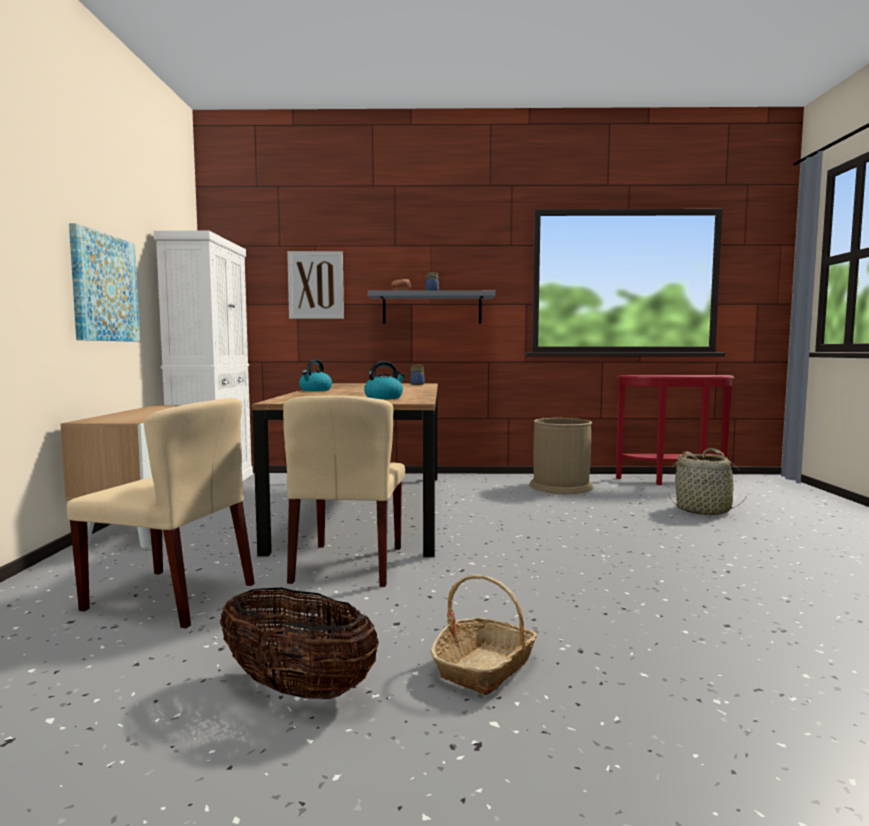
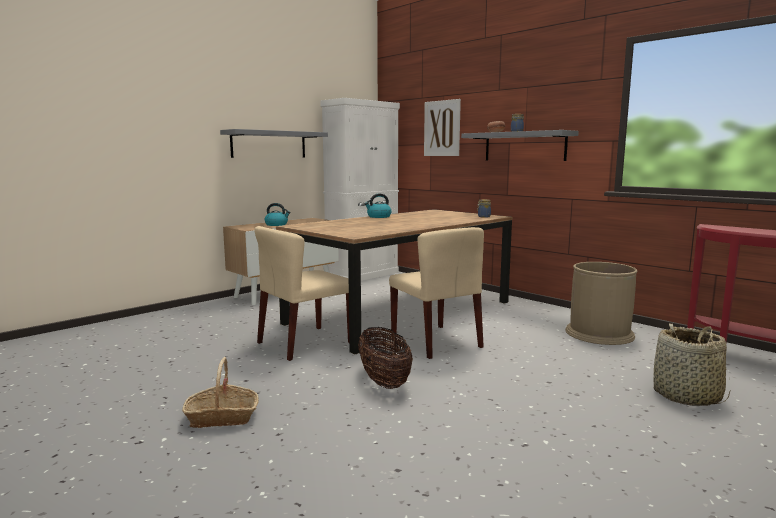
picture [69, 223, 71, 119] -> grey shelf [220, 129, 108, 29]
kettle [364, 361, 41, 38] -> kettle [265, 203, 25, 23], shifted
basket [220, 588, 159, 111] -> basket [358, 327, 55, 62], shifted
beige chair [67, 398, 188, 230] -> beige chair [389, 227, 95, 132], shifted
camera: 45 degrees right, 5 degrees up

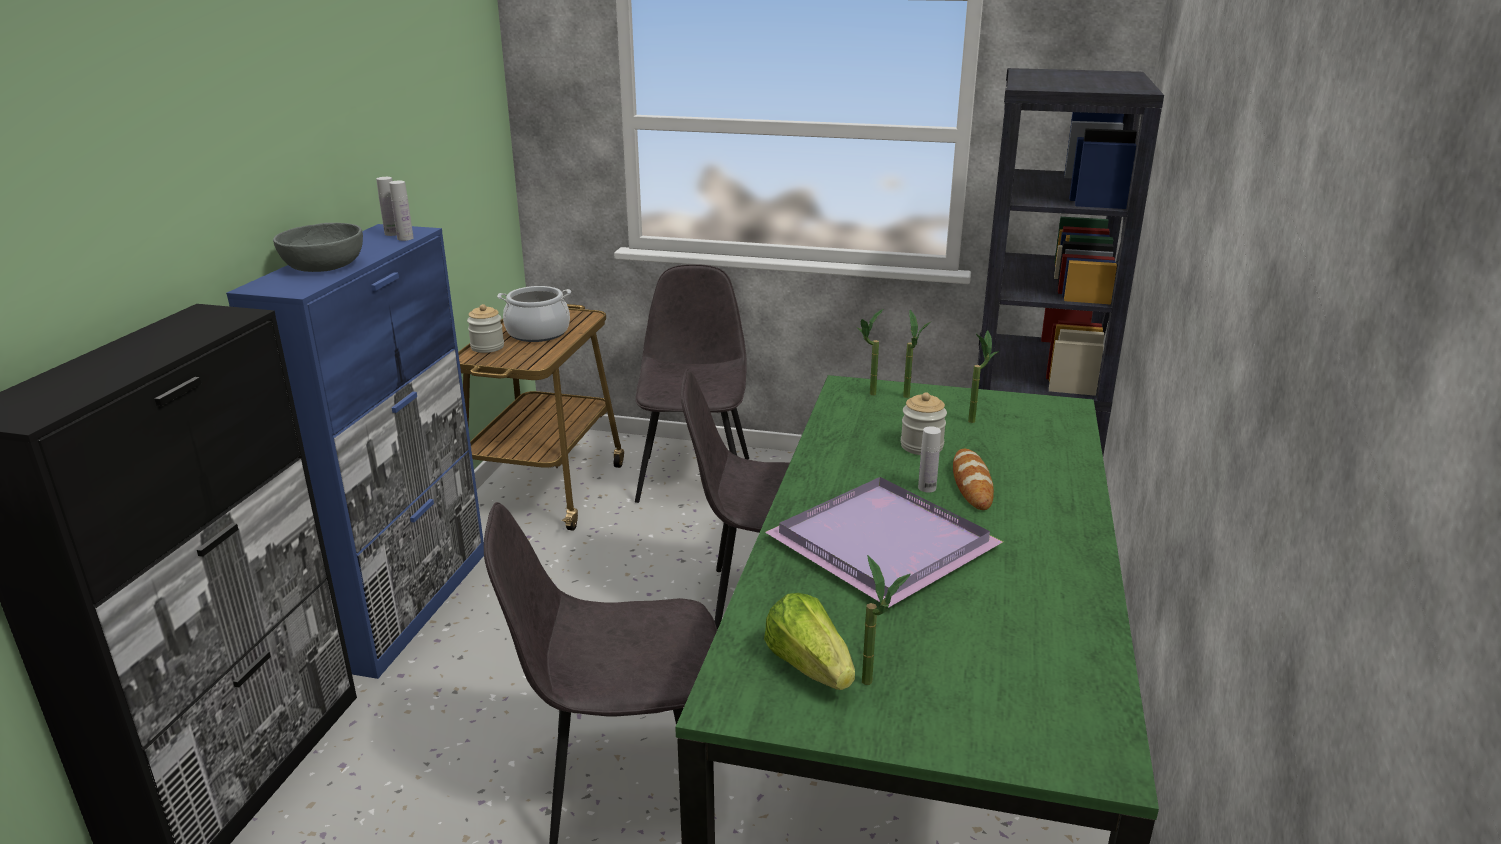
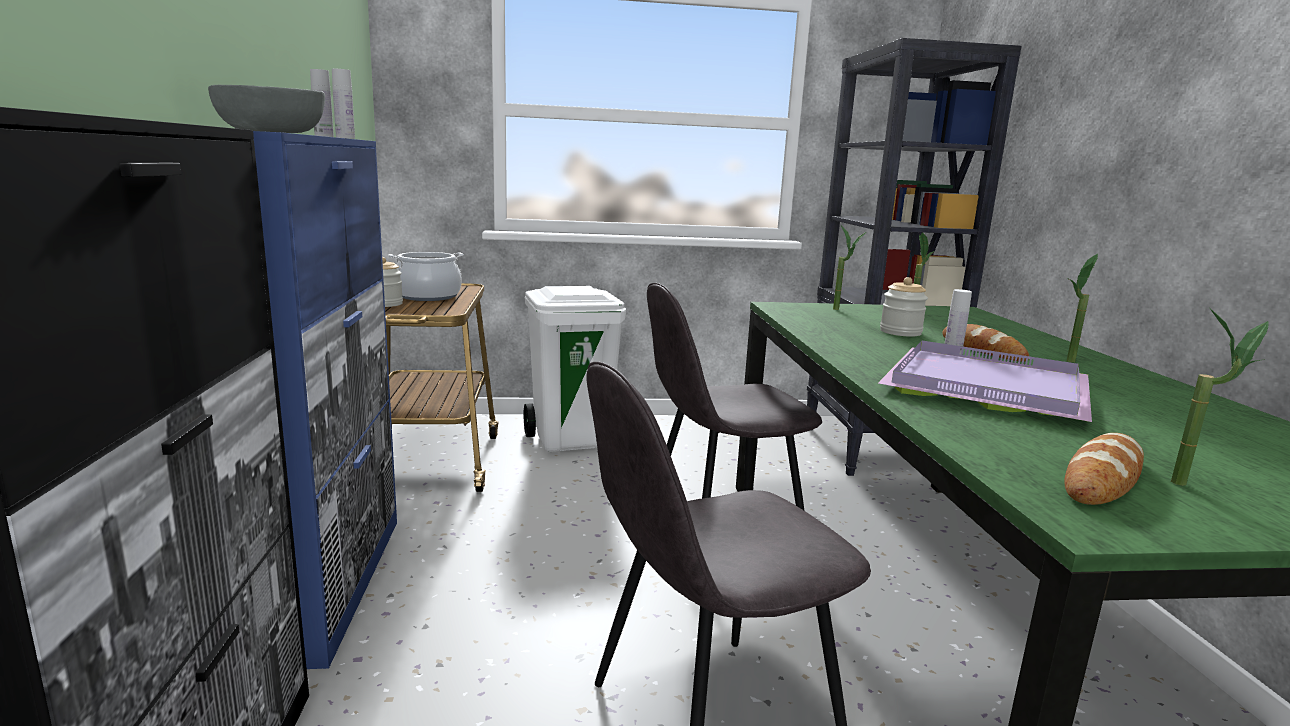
grey chair [635, 264, 114, 239] -> white trash can [524, 286, 102, 166]
lettuce [764, 593, 91, 97] -> bread [1064, 433, 80, 72]
potted plant [856, 309, 27, 86] -> potted plant [1067, 254, 31, 108], shifted
camera: 20 degrees left, 10 degrees down

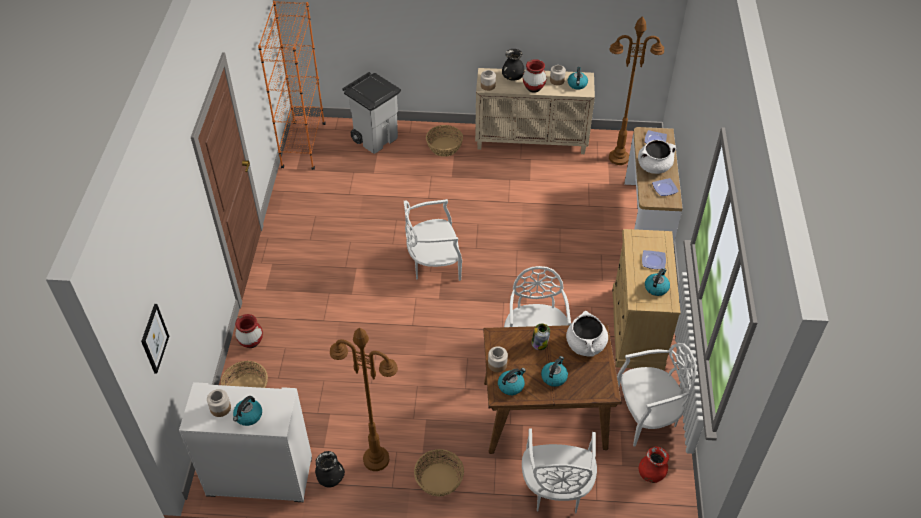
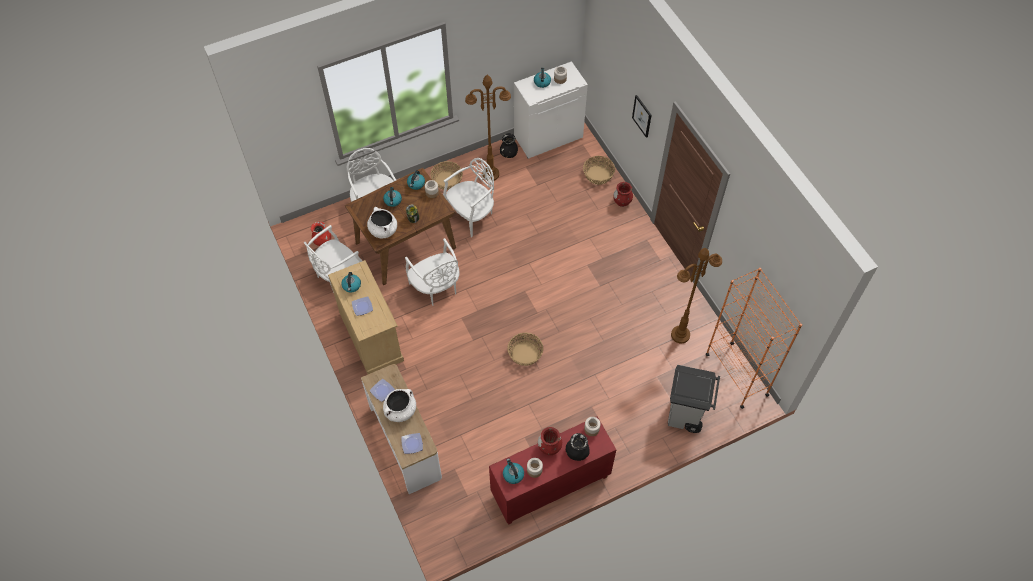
white chair [404, 199, 58, 82] -> white chair [443, 158, 51, 79], shifted
beige cabinet [475, 68, 120, 86] -> red cabinet [489, 416, 128, 109]
basket [426, 125, 37, 32] -> basket [508, 332, 35, 34], shifted
picture [141, 304, 28, 70] -> picture [632, 95, 20, 43], shifted
brown floor lamp [609, 16, 55, 149] -> brown floor lamp [671, 248, 51, 95], shifted
camera: 150 degrees right, 10 degrees up

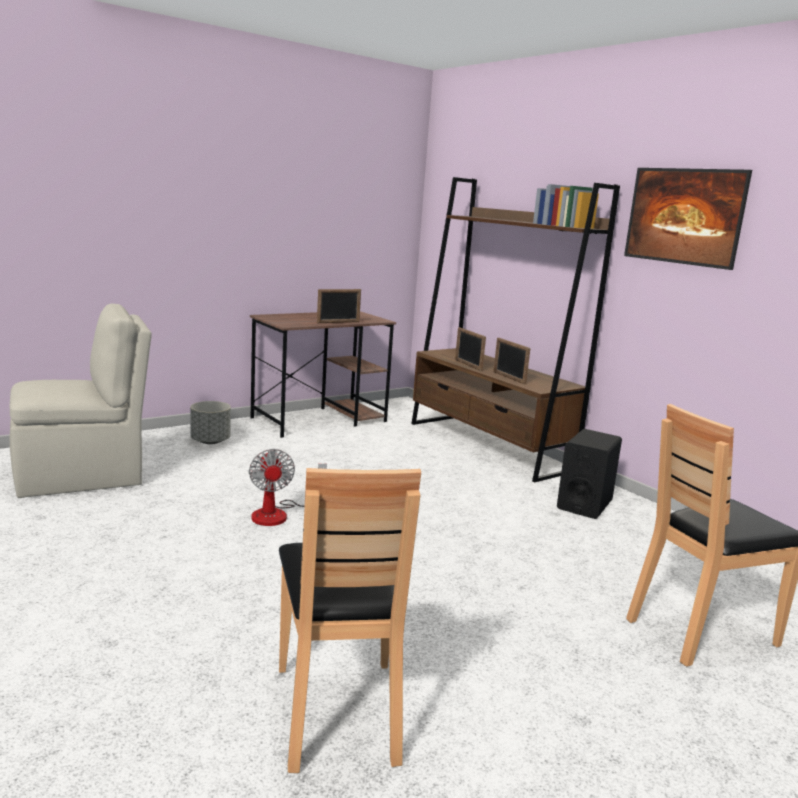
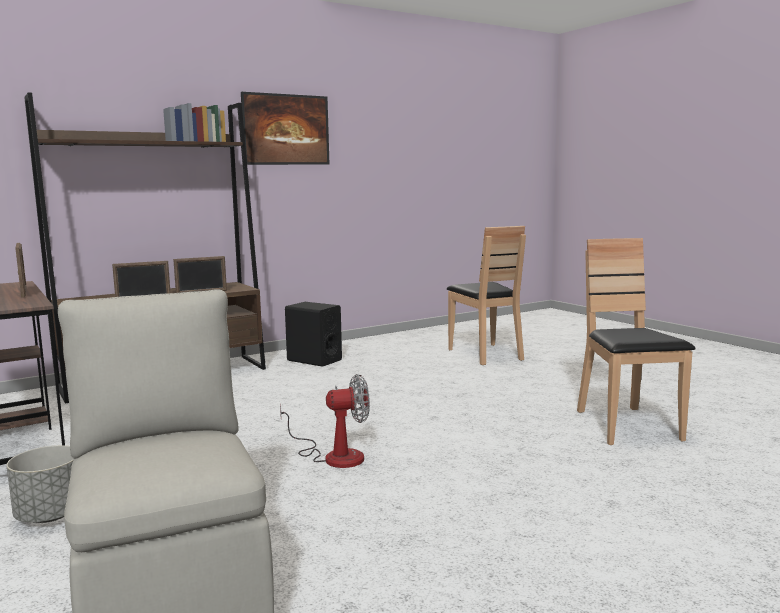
brown chair [279, 468, 142, 305] -> brown chair [577, 238, 118, 207], 90 degrees counterclockwise
camera: 85 degrees left, 5 degrees down

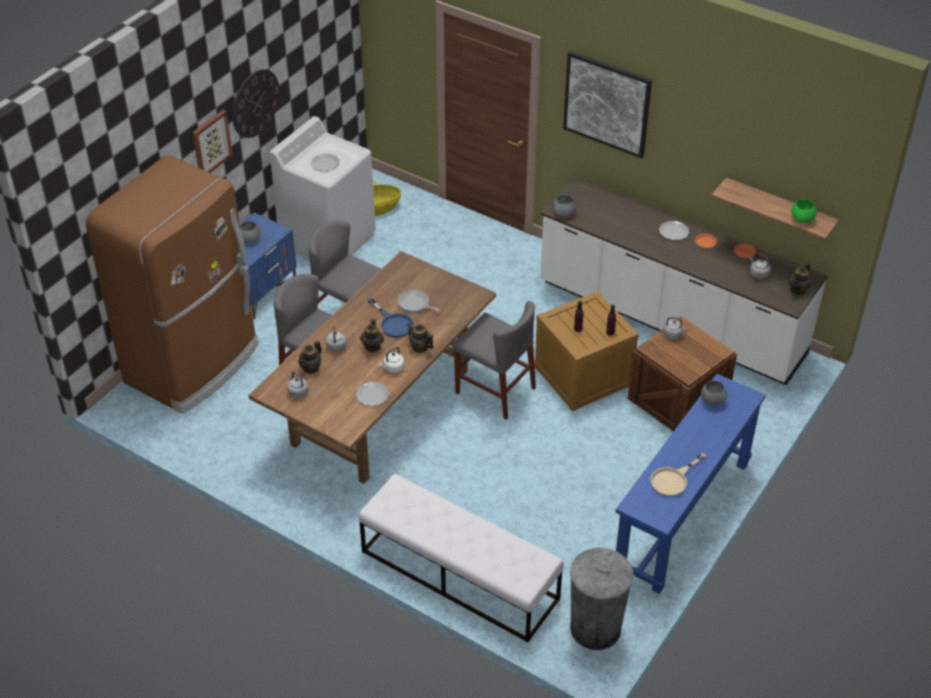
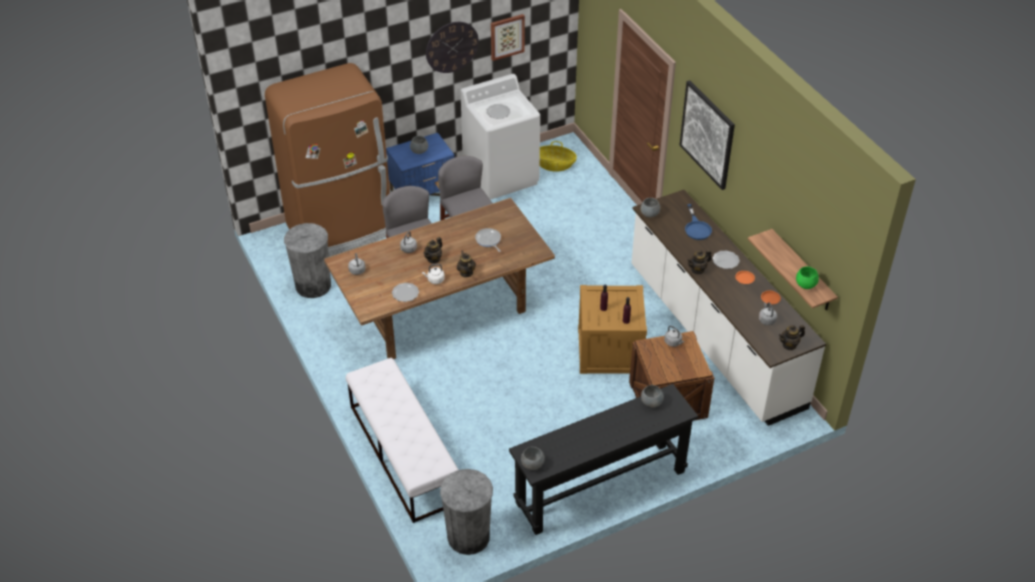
none -> grey trash can [284, 223, 47, 75]
picture [192, 110, 41, 63] -> picture [491, 14, 34, 47], shifted
blue console table [615, 374, 151, 220] -> black console table [509, 384, 189, 151]
none -> grey bowl [521, 447, 24, 23]
blue frying pan [368, 298, 46, 40] -> blue frying pan [685, 204, 27, 36], shifted
teapot [298, 341, 24, 33] -> teapot [687, 250, 25, 25], shifted
grey chair [453, 301, 83, 118] -> none
beige frying pan [651, 453, 55, 43] -> none
camera: 30 degrees right, 0 degrees up

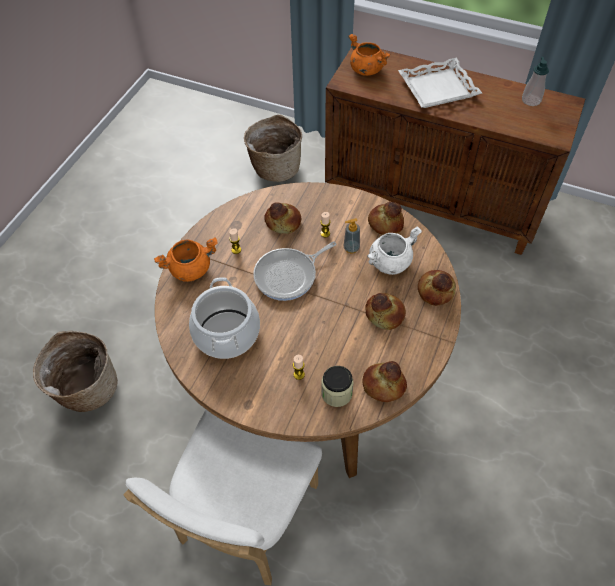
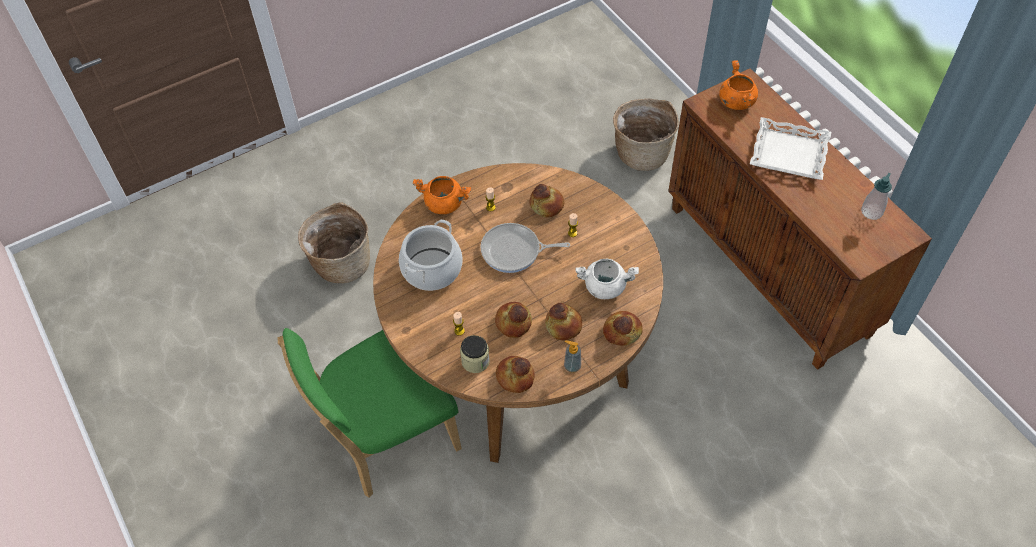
white chair [123, 410, 199, 175] -> green chair [278, 328, 184, 170]
bread [368, 202, 36, 33] -> bread [495, 302, 37, 36], shifted
soap dispenser [343, 218, 17, 35] -> soap dispenser [564, 340, 17, 33], shifted
camera: 35 degrees right, 0 degrees up

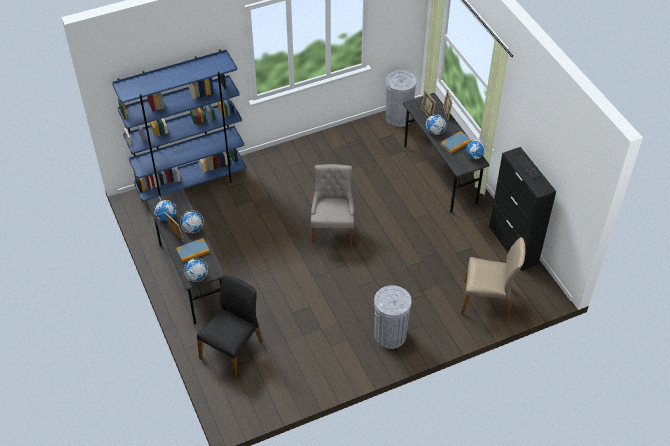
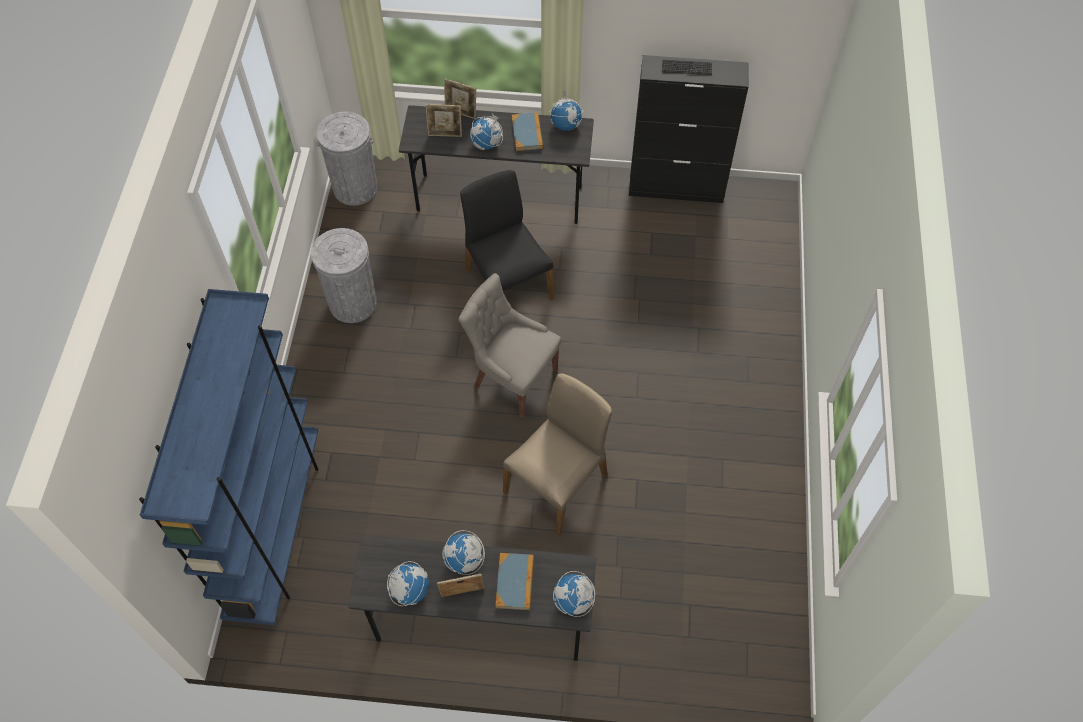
grey trash can [374, 285, 38, 64] -> grey trash can [311, 228, 66, 95], shifted
black chair [197, 275, 66, 104] -> black chair [460, 170, 94, 130], shifted
beige chair [461, 237, 64, 82] -> beige chair [503, 373, 109, 162], shifted
camera: 60 degrees left, 10 degrees up

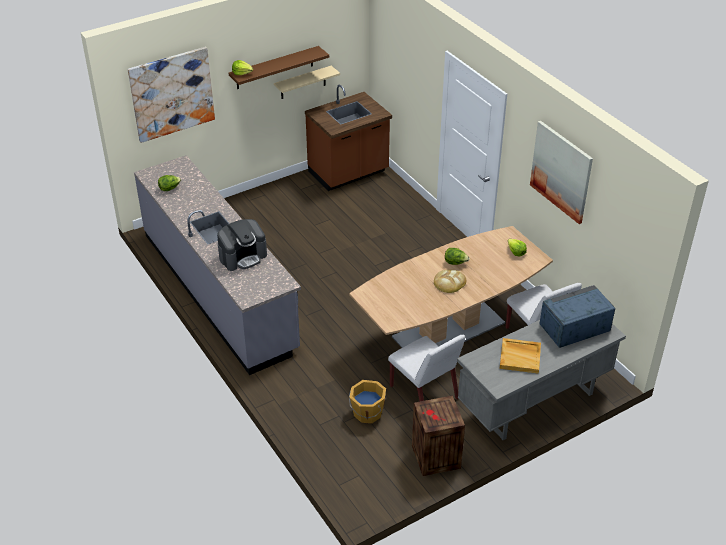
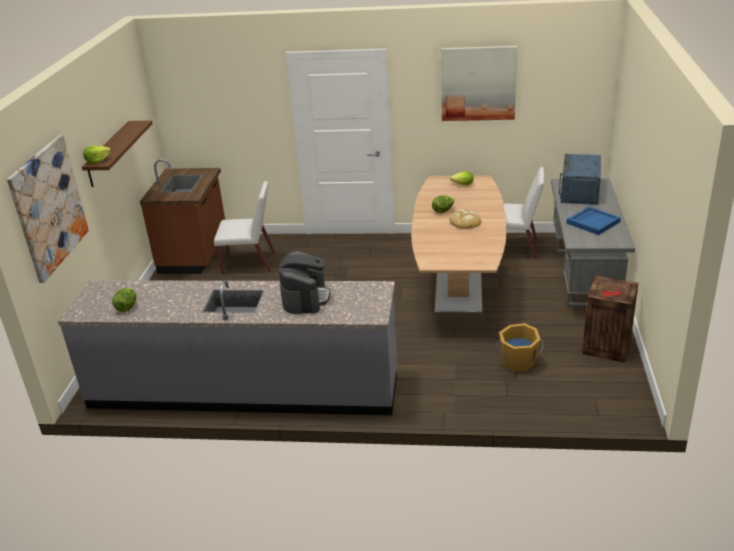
white chair [388, 334, 77, 67] -> white chair [214, 181, 61, 93], shifted
beige tray [500, 338, 41, 36] -> blue tray [567, 207, 54, 28]
beige shelf [274, 66, 66, 33] -> none
camera: 50 degrees left, 10 degrees down

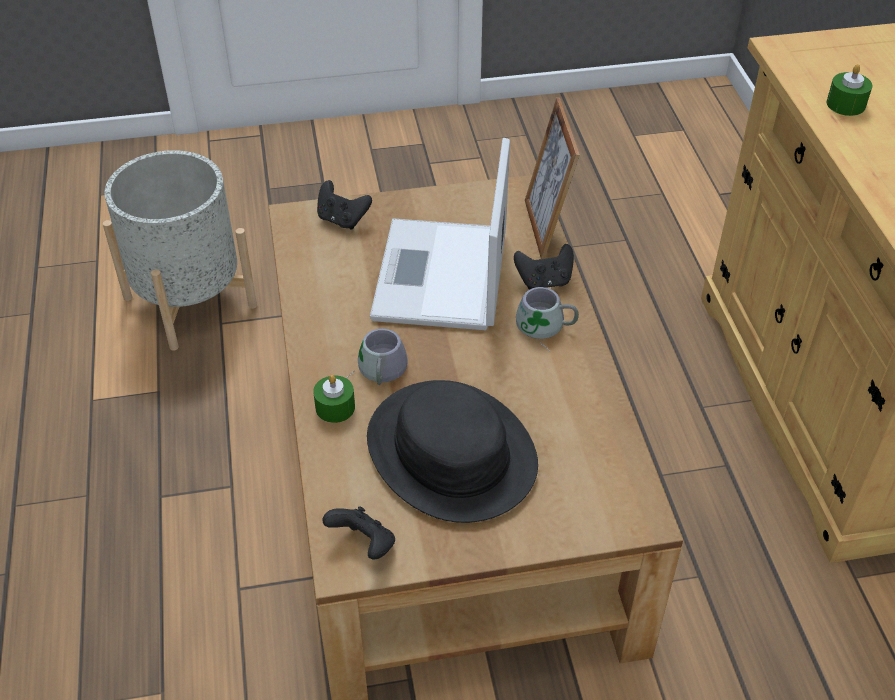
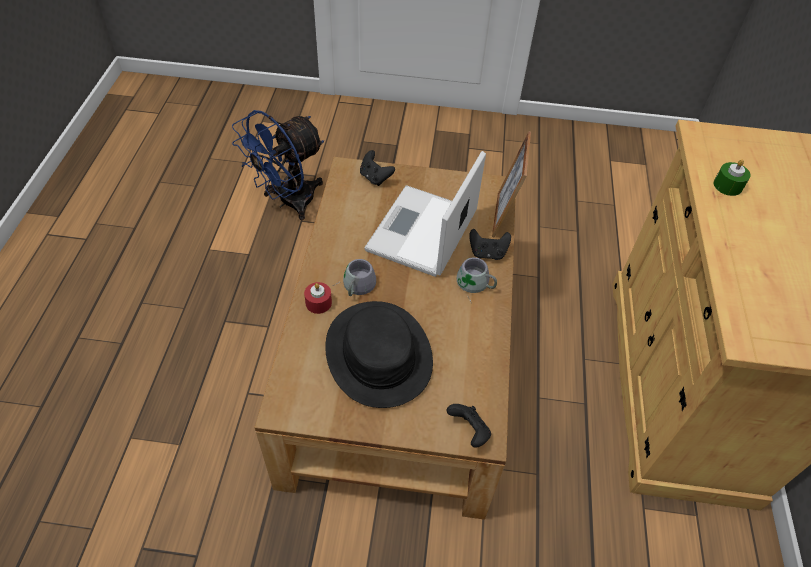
grey planter [103, 150, 154, 201] -> blue fan [232, 110, 92, 110]
green candle [313, 375, 42, 48] -> red candle [304, 282, 28, 32]
black game controller [322, 506, 73, 54] -> black game controller [447, 404, 44, 44], shifted
camera: 15 degrees right, 5 degrees up

